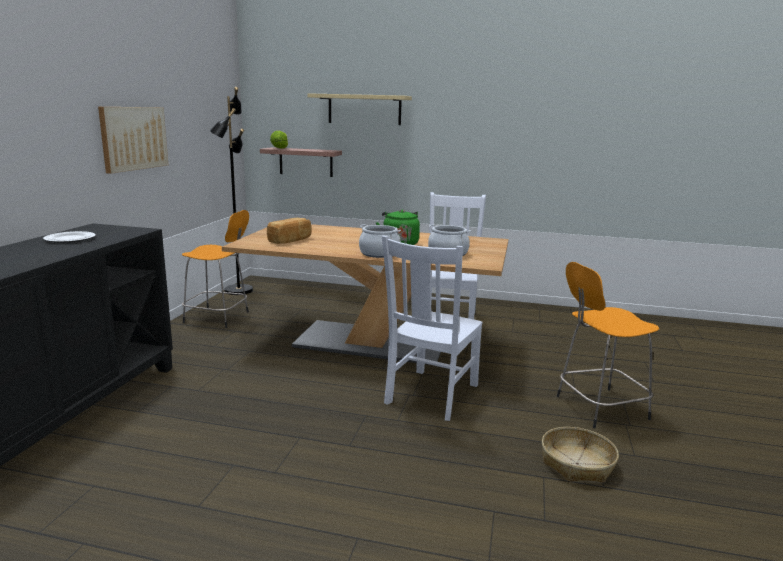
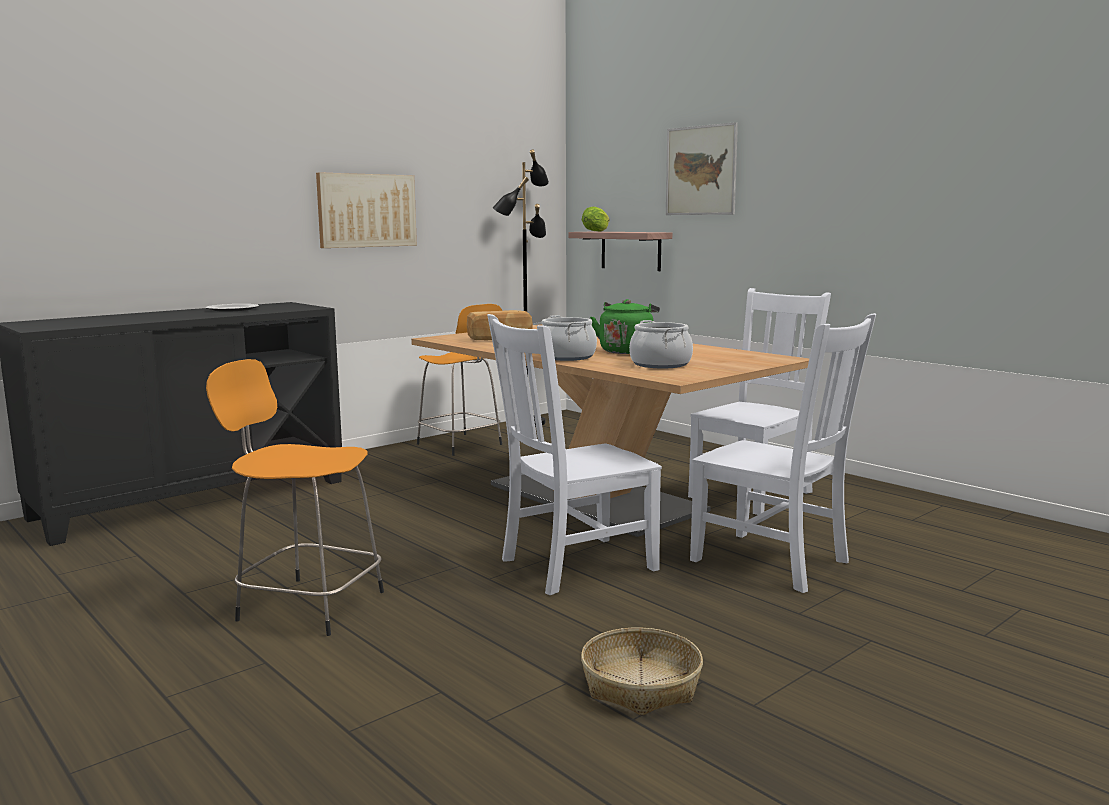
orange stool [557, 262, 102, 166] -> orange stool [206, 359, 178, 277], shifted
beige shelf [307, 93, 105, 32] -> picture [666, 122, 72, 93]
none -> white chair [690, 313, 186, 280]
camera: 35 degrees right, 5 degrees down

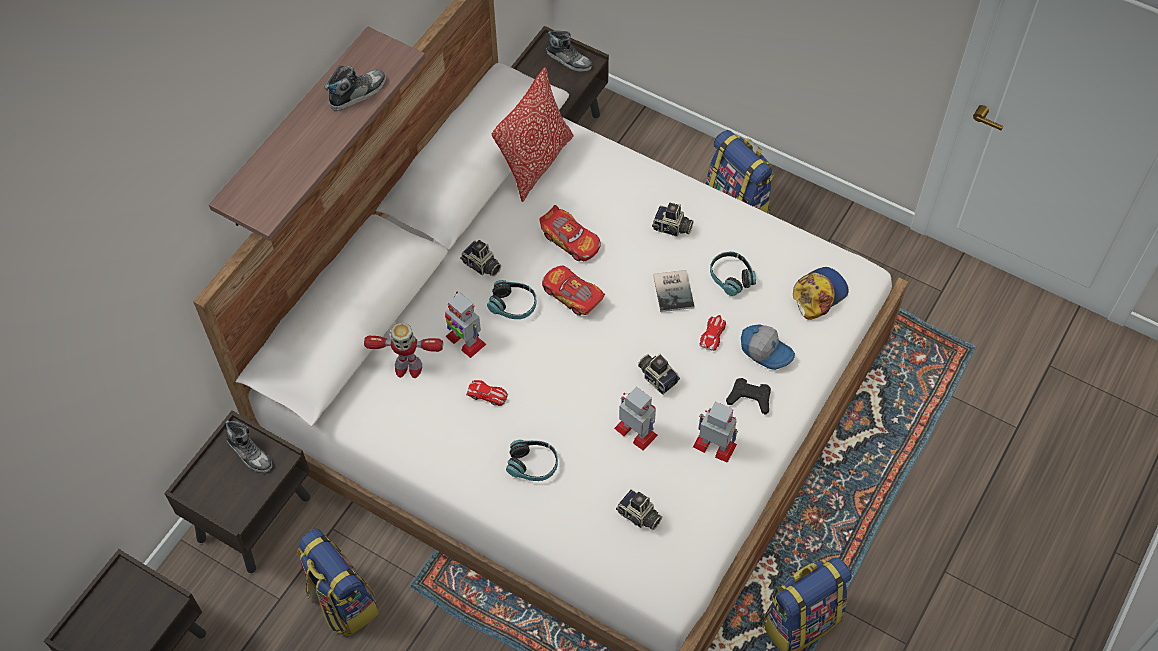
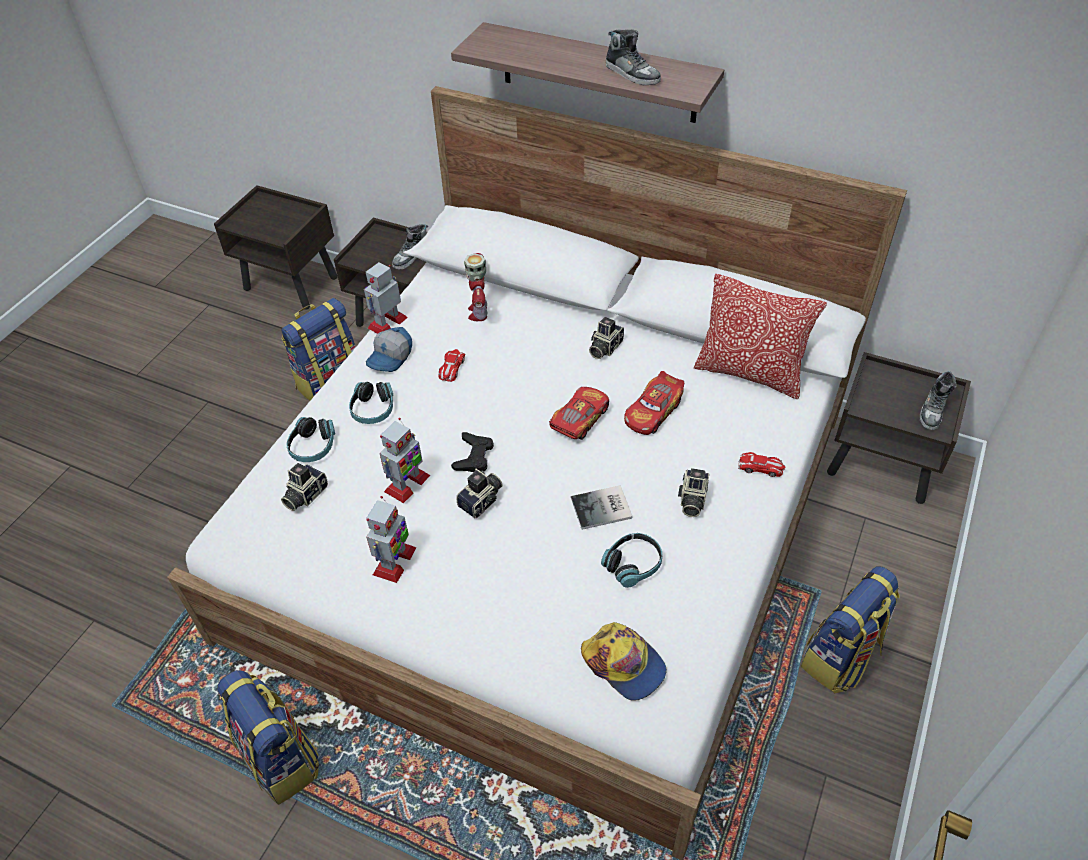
headphones [487, 280, 50, 39] -> headphones [287, 417, 48, 45], shifted
toy robot [445, 292, 41, 66] -> toy robot [364, 262, 44, 72], shifted
cap [741, 325, 54, 45] -> cap [366, 327, 46, 45], shifted
black game controller [726, 378, 45, 37] -> black game controller [451, 432, 43, 40], shifted
toy car [699, 315, 27, 36] -> toy car [738, 452, 47, 25], shifted
camera: 85 degrees right, 10 degrees down

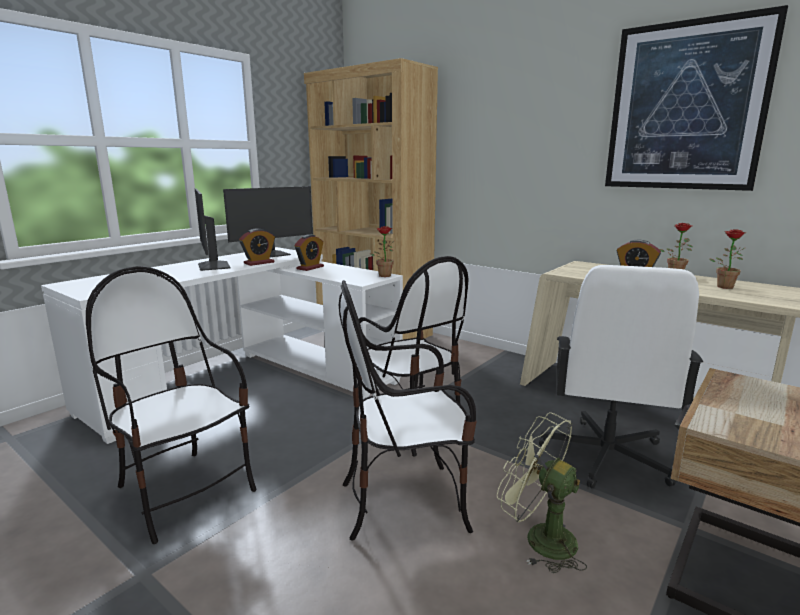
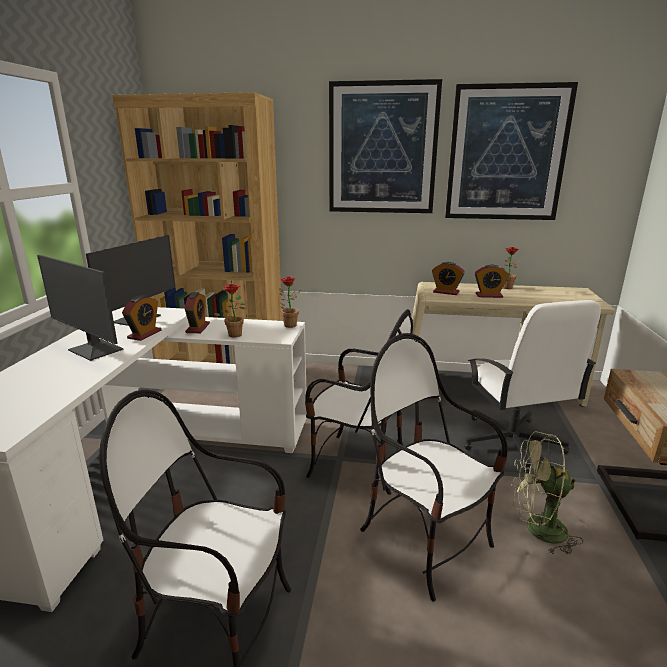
potted plant [709, 229, 37, 60] -> potted plant [214, 284, 31, 53], shifted
none -> picture [329, 79, 113, 134]
chair [339, 280, 138, 261] -> chair [360, 333, 148, 268], 90 degrees clockwise
none -> alarm clock [432, 262, 33, 33]
camera: 30 degrees left, 5 degrees up

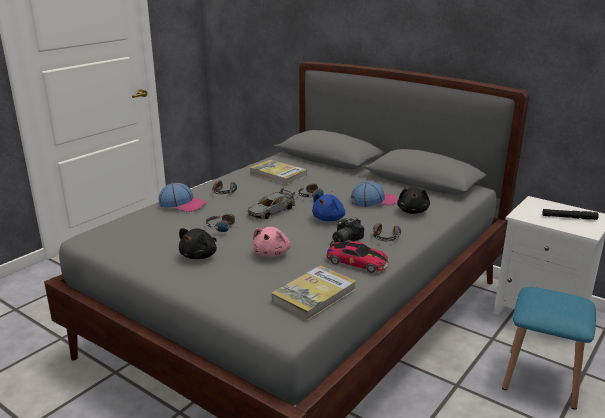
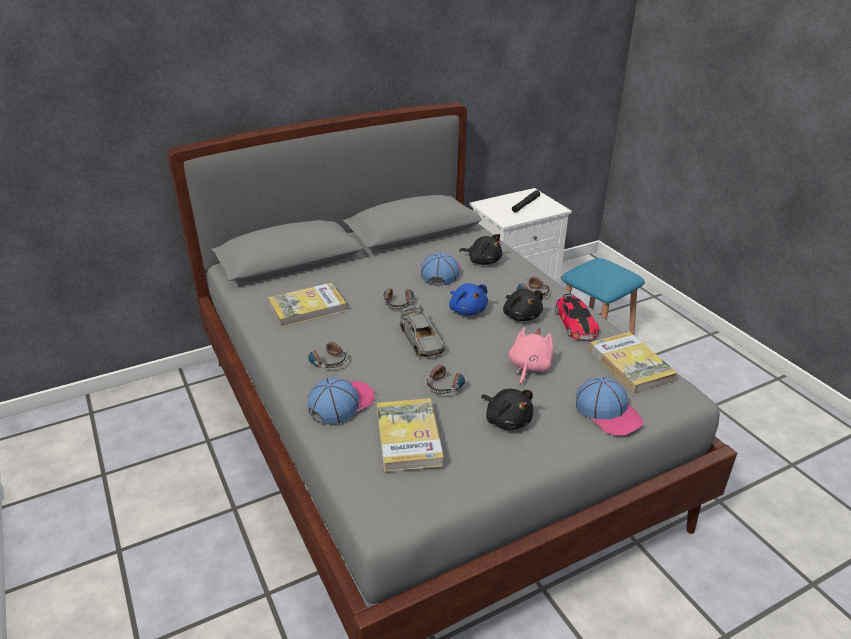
none -> book [377, 398, 67, 74]
photo camera [332, 217, 32, 25] -> black plush toy [503, 289, 40, 32]
pink plush toy [253, 227, 38, 30] -> pink plush toy [509, 327, 44, 58], 105 degrees counterclockwise
toy car [326, 241, 62, 32] -> toy car [555, 294, 44, 46], 120 degrees clockwise
none -> cap [576, 377, 67, 59]
camera: 65 degrees left, 10 degrees up

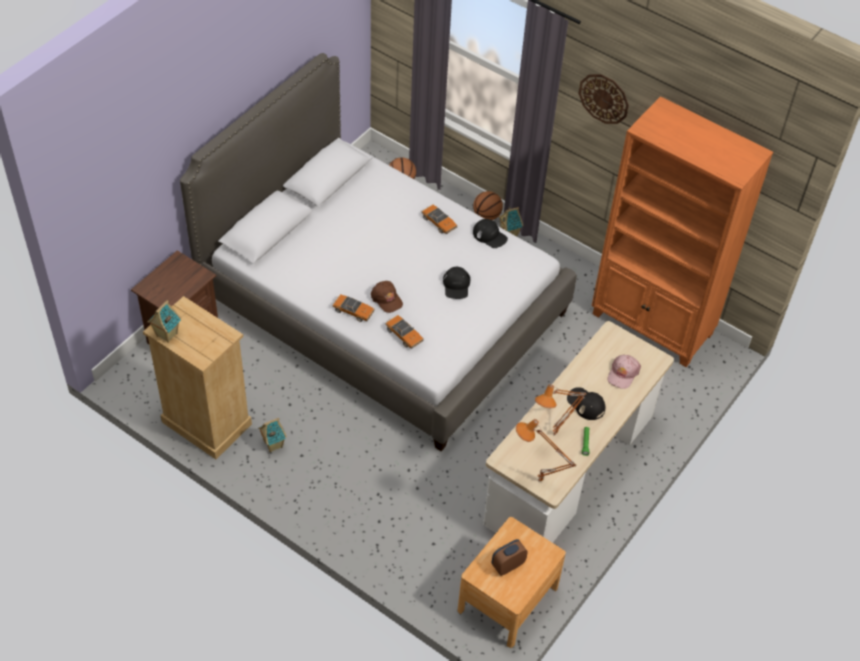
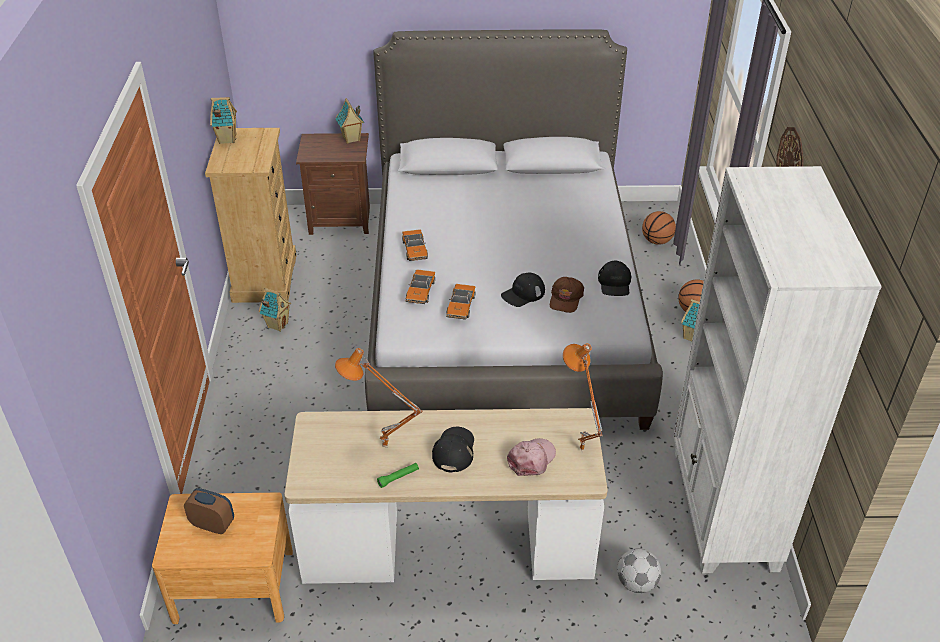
none -> toy house [336, 98, 28, 46]
toy car [422, 204, 35, 30] -> toy car [446, 284, 30, 36], shifted
pink cap [608, 355, 33, 34] -> pink cap [507, 438, 49, 38], 135 degrees clockwise
brown cap [371, 281, 32, 32] -> brown cap [550, 277, 34, 36], shifted
orange table lamp [516, 419, 60, 63] -> orange table lamp [563, 343, 39, 108], shifted
none -> football [617, 548, 44, 45]
orange bookcase [592, 96, 181, 271] -> white bookcase [674, 166, 208, 407]
camera: 55 degrees right, 10 degrees down

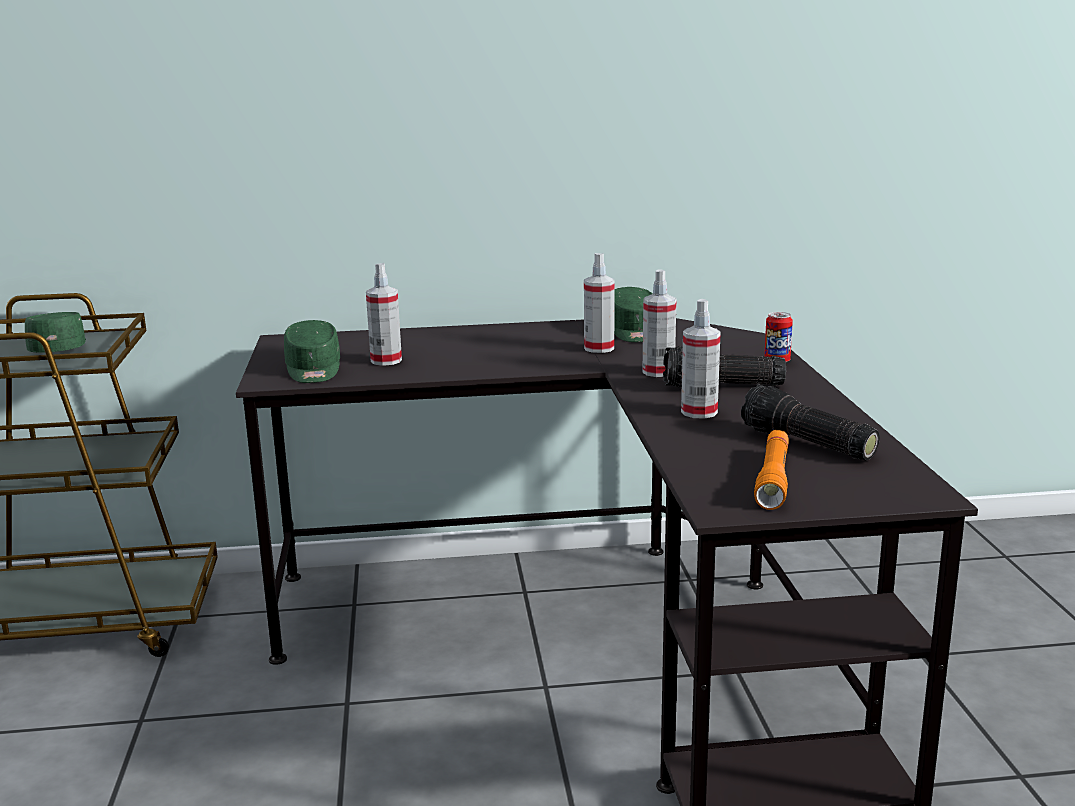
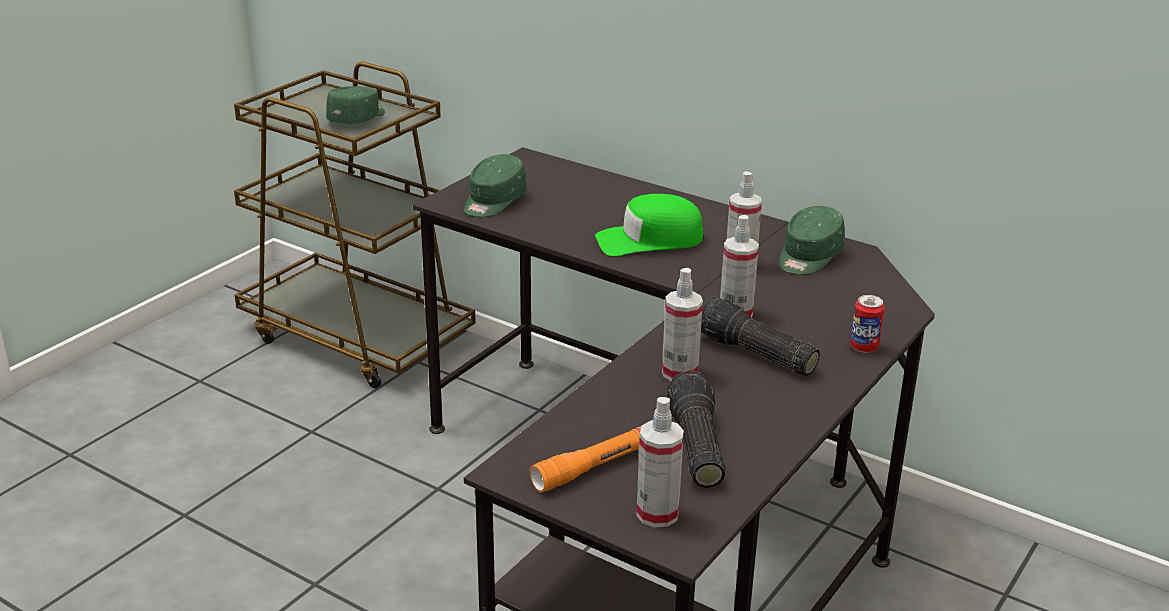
none -> green cap [595, 194, 109, 62]
spray bottle [366, 263, 36, 103] -> spray bottle [636, 397, 48, 131], shifted
camera: 40 degrees right, 10 degrees up

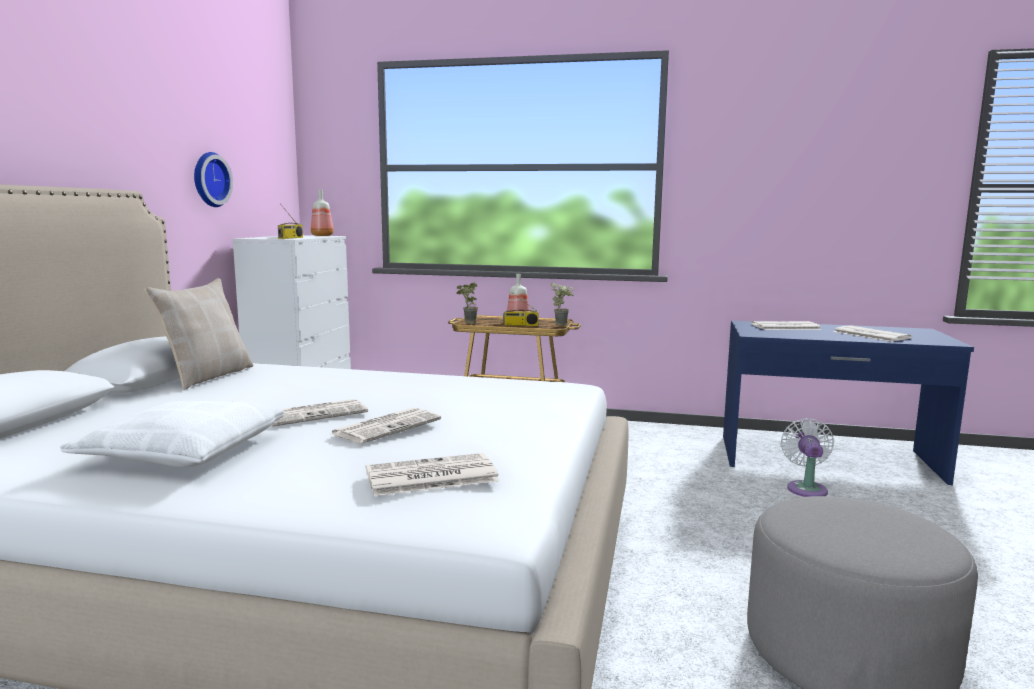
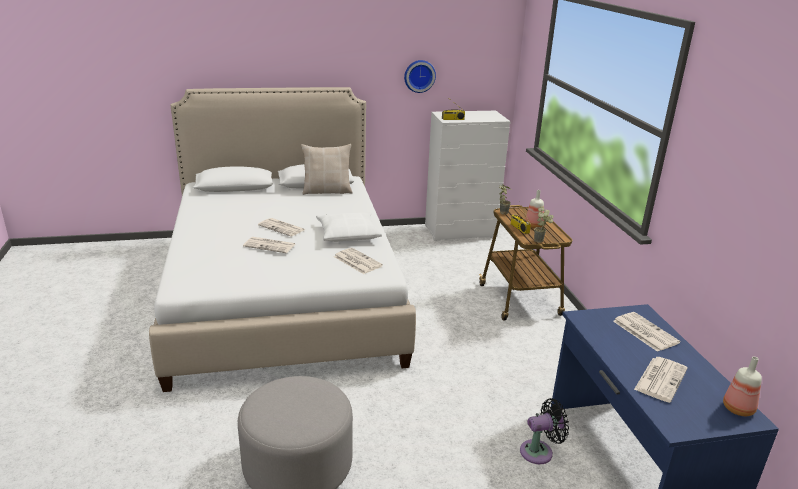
white pillow [60, 401, 225, 66] -> white pillow [316, 212, 66, 30], shifted
newspaper [366, 453, 134, 43] -> newspaper [334, 248, 49, 26], shifted
white fan [781, 418, 53, 79] -> black fan [520, 398, 49, 66]
bottle [311, 189, 23, 47] -> bottle [723, 357, 39, 59], shifted
camera: 65 degrees right, 15 degrees up

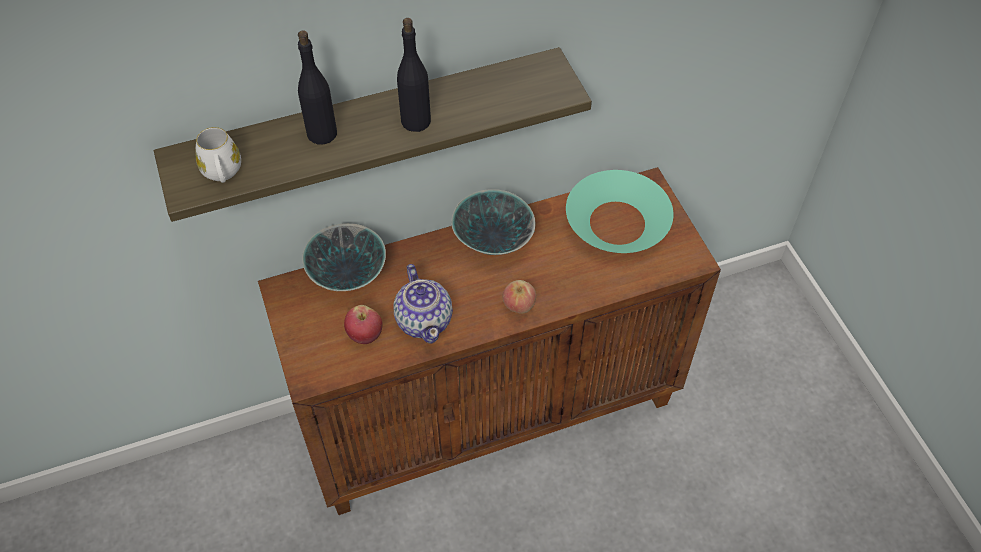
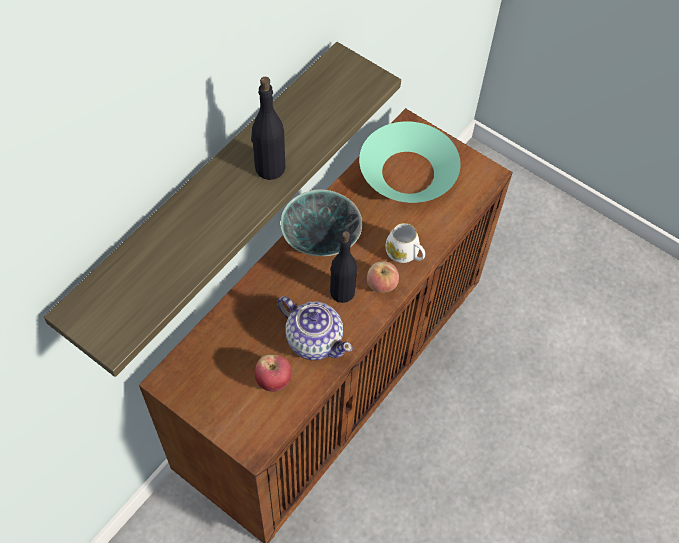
black bottle [298, 30, 39, 115] -> black bottle [330, 231, 27, 72], shifted
white mug [195, 127, 46, 56] -> white mug [386, 223, 39, 40], shifted
bowl [302, 223, 84, 68] -> none
camera: 35 degrees left, 5 degrees up

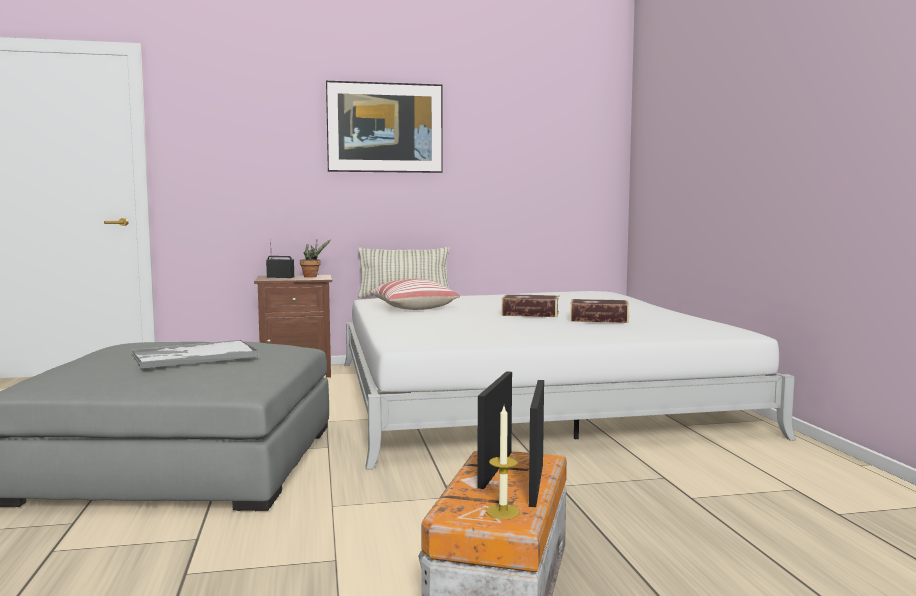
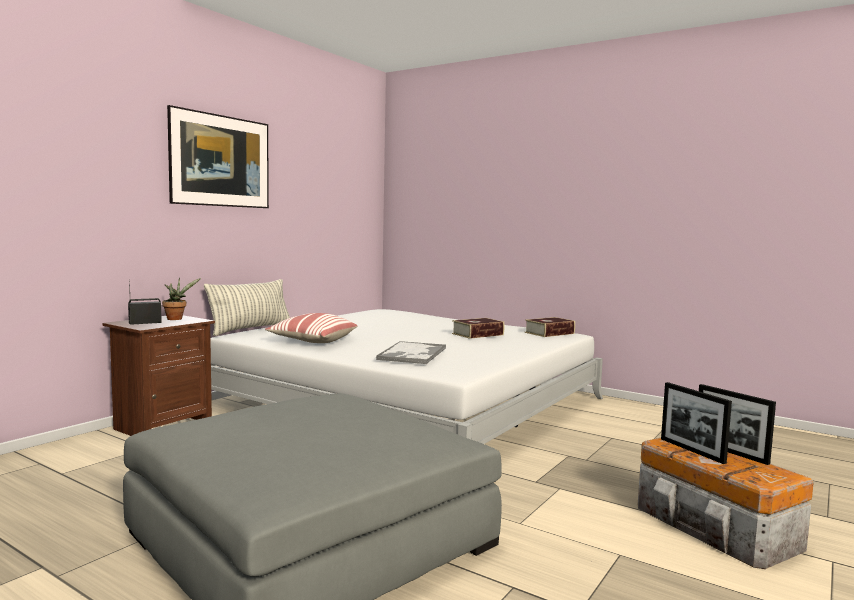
tray [131, 340, 128, 28] -> tray [375, 341, 71, 23], shifted
book [501, 294, 58, 23] -> book [524, 317, 51, 20], shifted
candle [486, 406, 34, 113] -> none
camera: 45 degrees left, 0 degrees up

